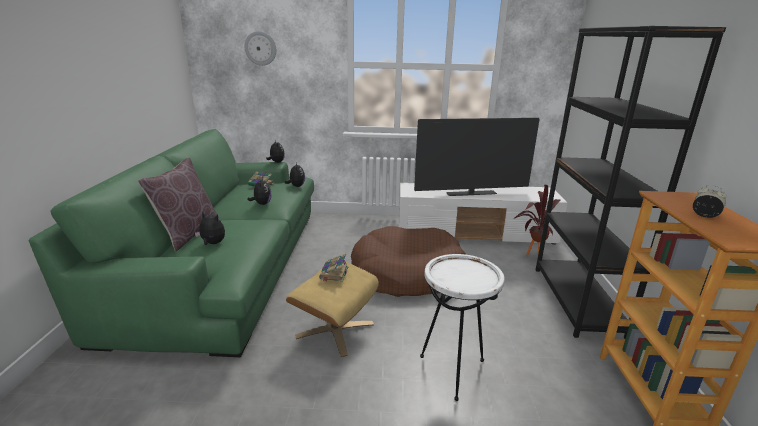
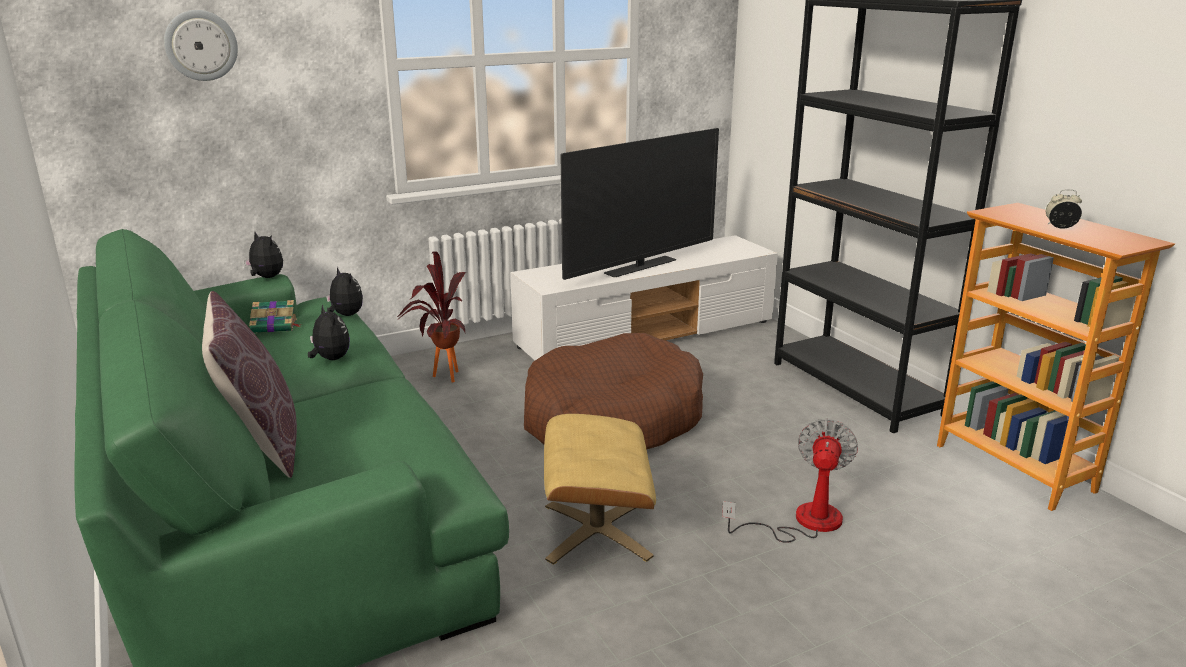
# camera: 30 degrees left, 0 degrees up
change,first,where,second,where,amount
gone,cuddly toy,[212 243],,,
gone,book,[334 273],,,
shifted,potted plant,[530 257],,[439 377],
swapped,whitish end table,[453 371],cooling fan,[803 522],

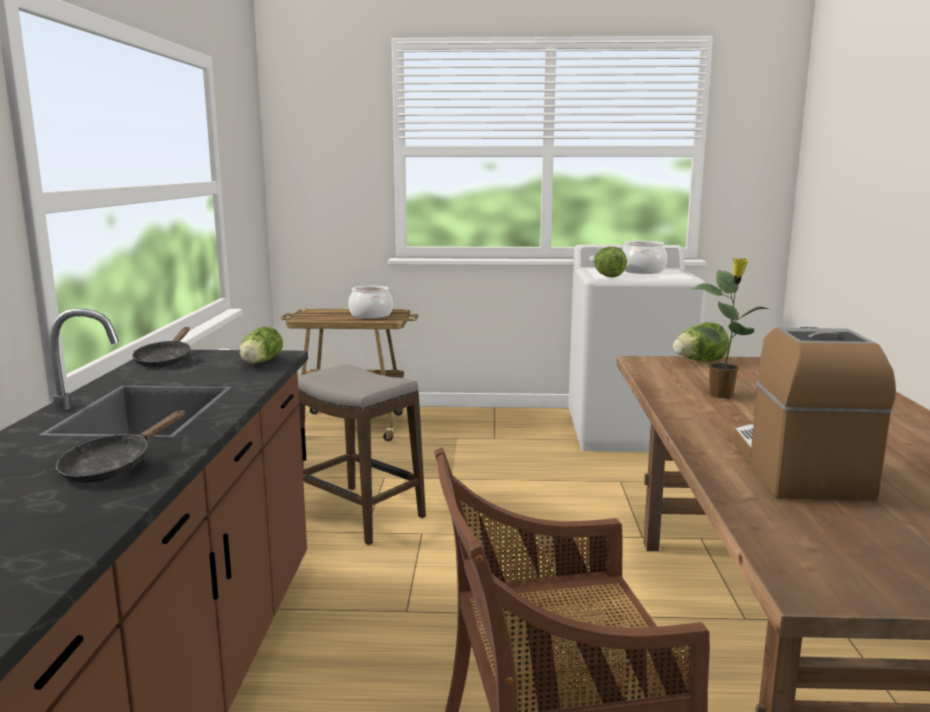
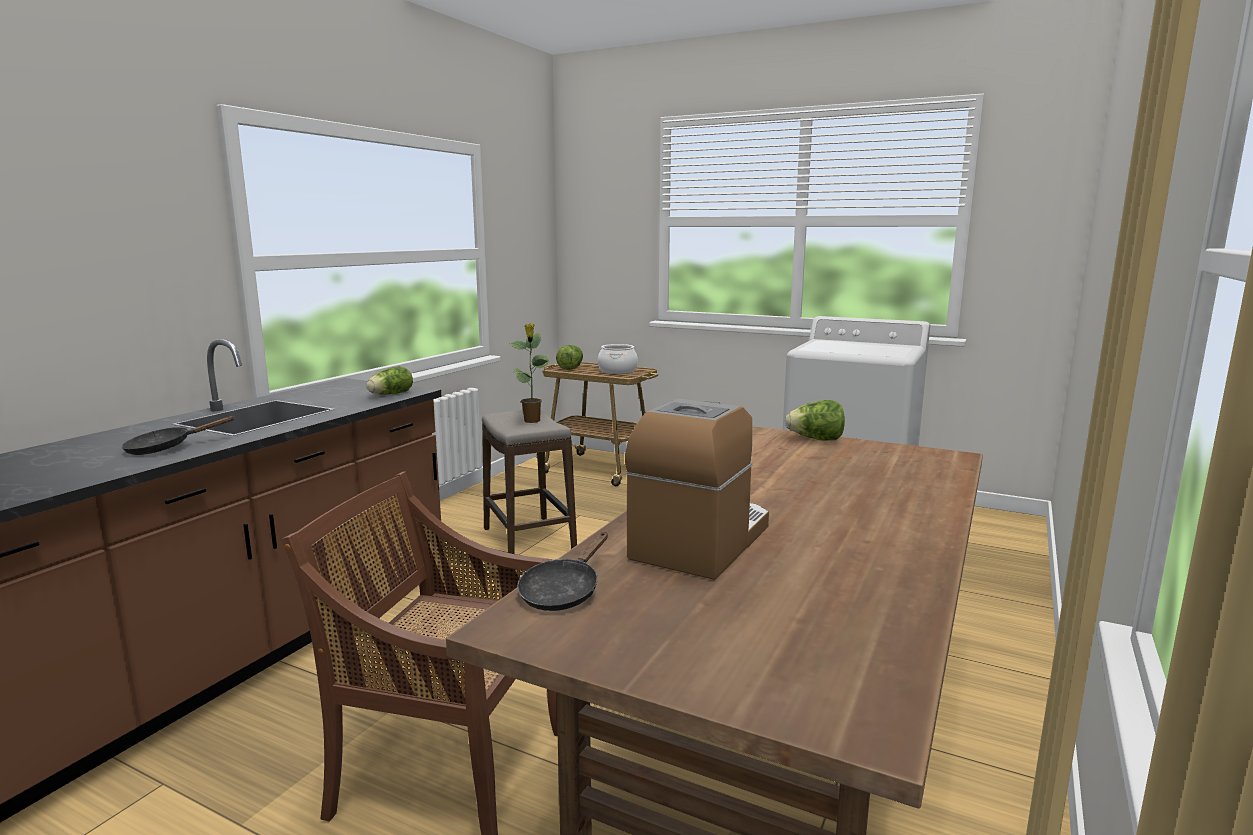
# camera: 25 degrees right, 0 degrees up
change,first,where,second,where,amount
gone,stockpot,[642 271],,,
shifted,black-coloured pan,[165 360],,[563 592],
shifted,head of lettuce,[607 276],,[571 368],
shifted,potted plant,[722 395],,[532 421],

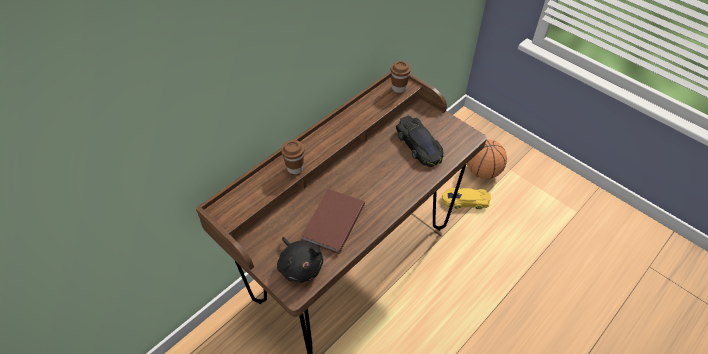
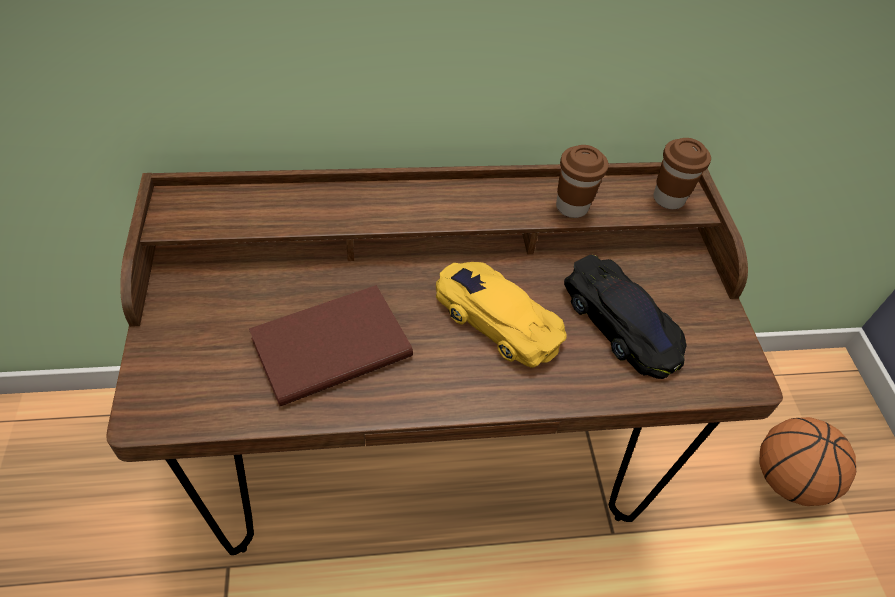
# camera: 35 degrees right, 0 degrees up
change,first,where,second,where,amount
gone,black-coloured cuddly toy,[300 266],,,
shifted,brown-coloured cup,[295 168],,[571 207],
shifted,yellow-coloured model car,[465 201],,[496 319],
rotated,black-coloured model car,[419 145],,[621 324],45 degrees counterclockwise

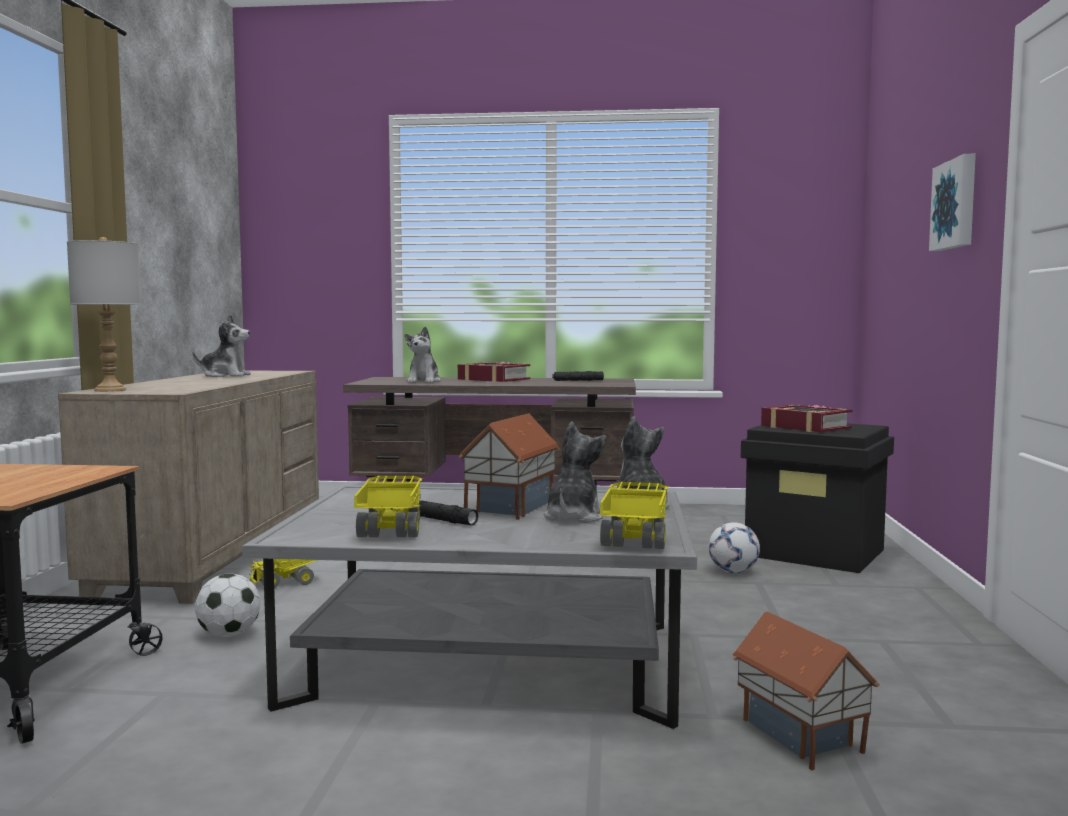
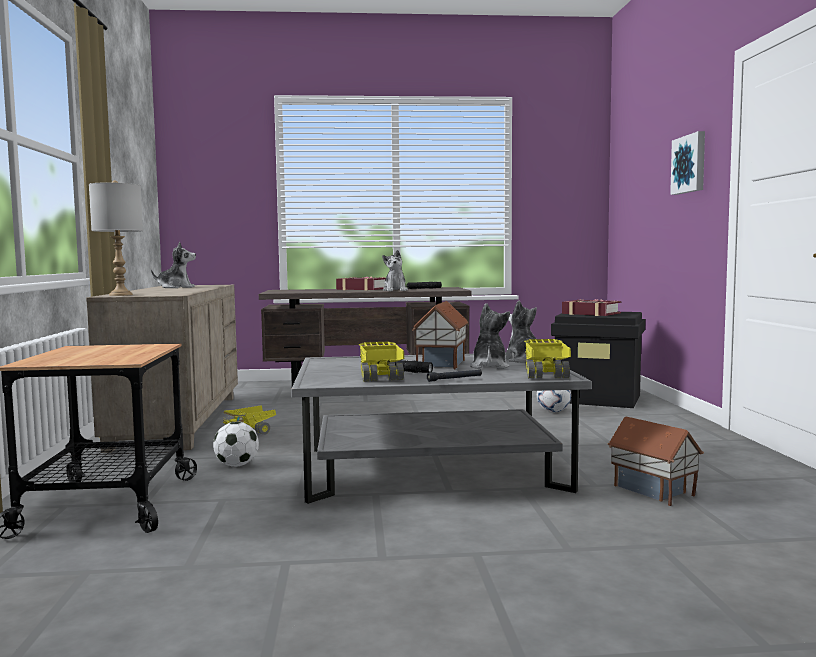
# camera: 10 degrees left, 0 degrees up
change,first,where,second,where,amount
new,,,black-coloured flashlight,[455 379],
shifted,cuddly toy,[423 381],,[395 290],

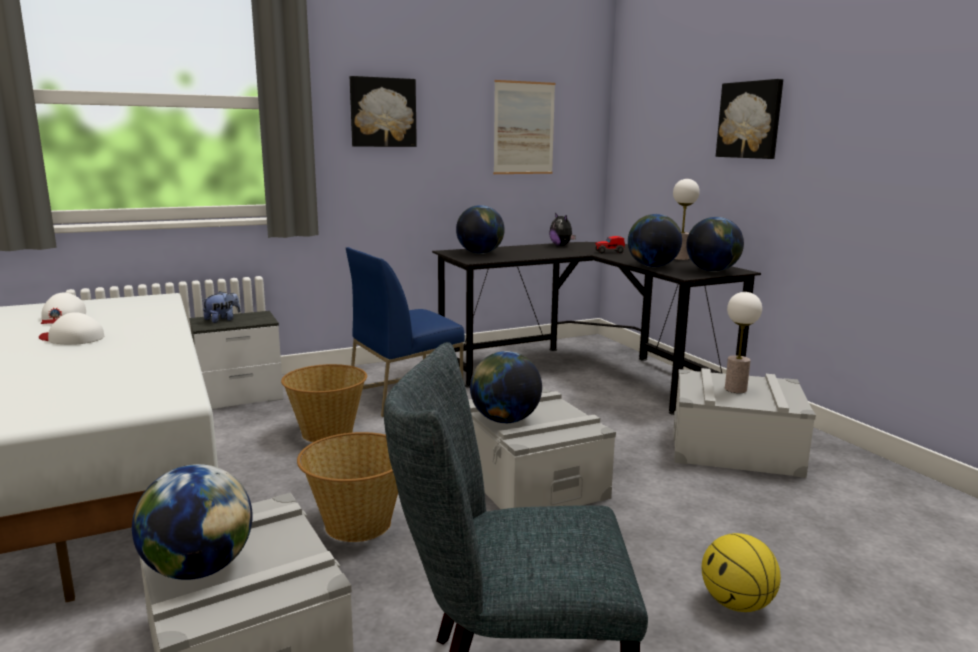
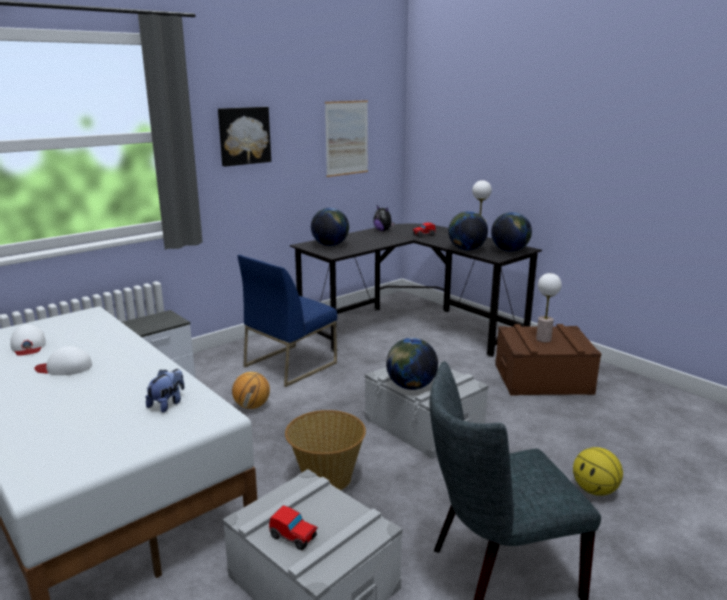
# camera: 15 degrees left, 5 degrees up
change,first,where,second,where,amount
gone,wall art,[750 120],,,
shifted,cuddly toy,[222 320],,[167 404],
swapped,desk globe,[199 569],model car,[293 537],
swapped,basket,[327 432],basketball ball,[252 406],
repainted,grey storage container,[734 449],brown-coloured storage container,[542 379],

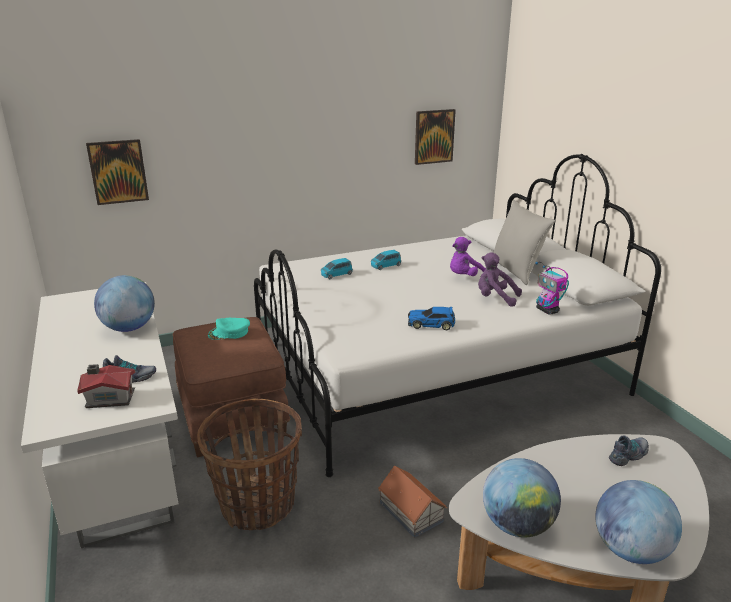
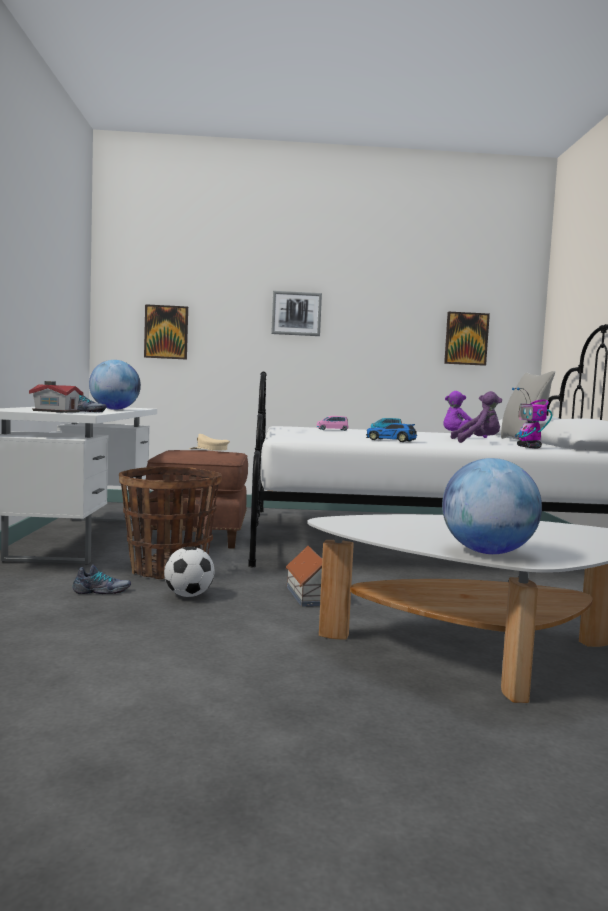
# camera: 20 degrees right, 20 degrees down
change,first,where,second,where,amount
gone,desk globe,[517 525],,,
new,,,football ball,[188 595],
new,,,wall art,[296 313],
shifted,item of footwear,[629 455],,[101 591],
repainted,turquoise baseball cap,[229 333],beige-coloured baseball cap,[209 449],
repainted,blue model car,[336 275],pinkish model car,[332 430],
rotated,purplish cuddly toy,[495 298],,[478 442],135 degrees clockwise

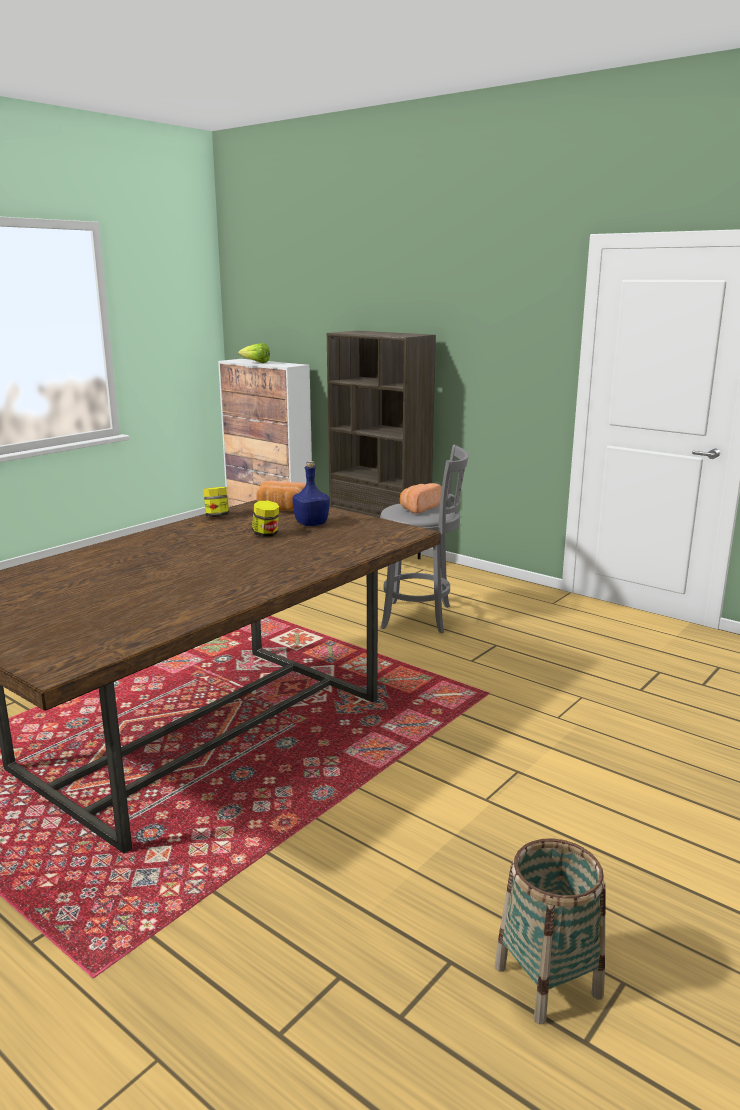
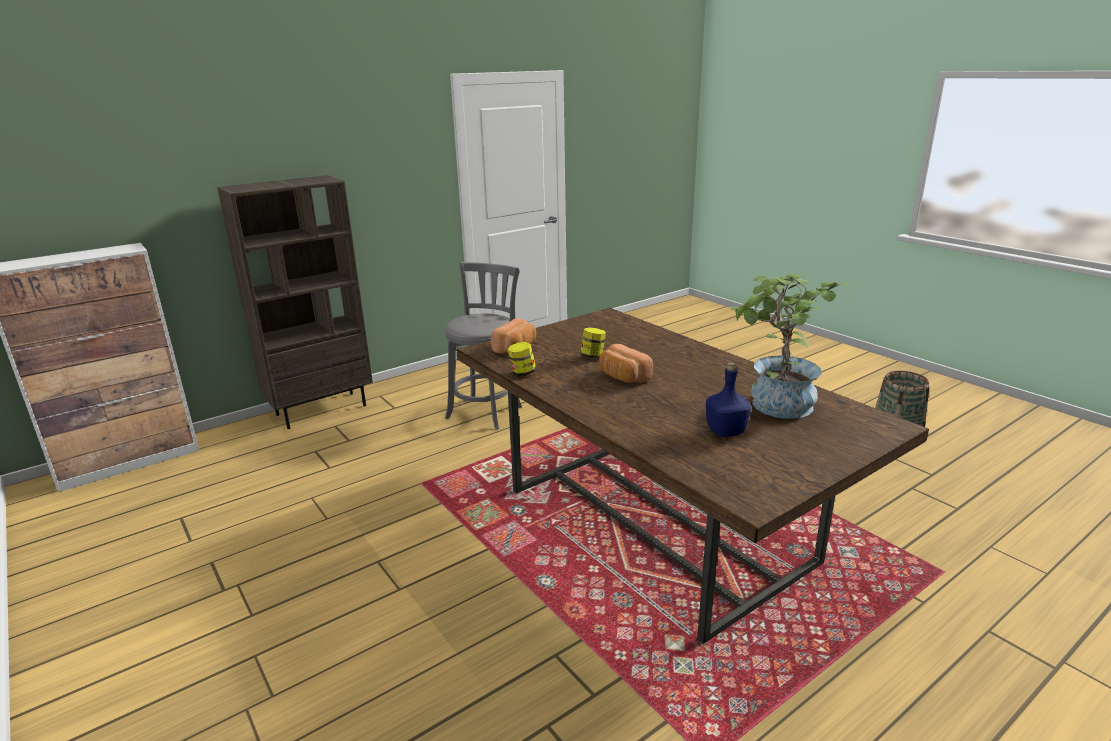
# camera: 75 degrees left, 5 degrees up
change,first,where,second,where,amount
gone,head of lettuce,[256 363],,,
new,,,potted plant,[775 407],
shifted,blue beverage bottle,[311 524],,[726 431],
shifted,baked bread,[419 508],,[622 377],

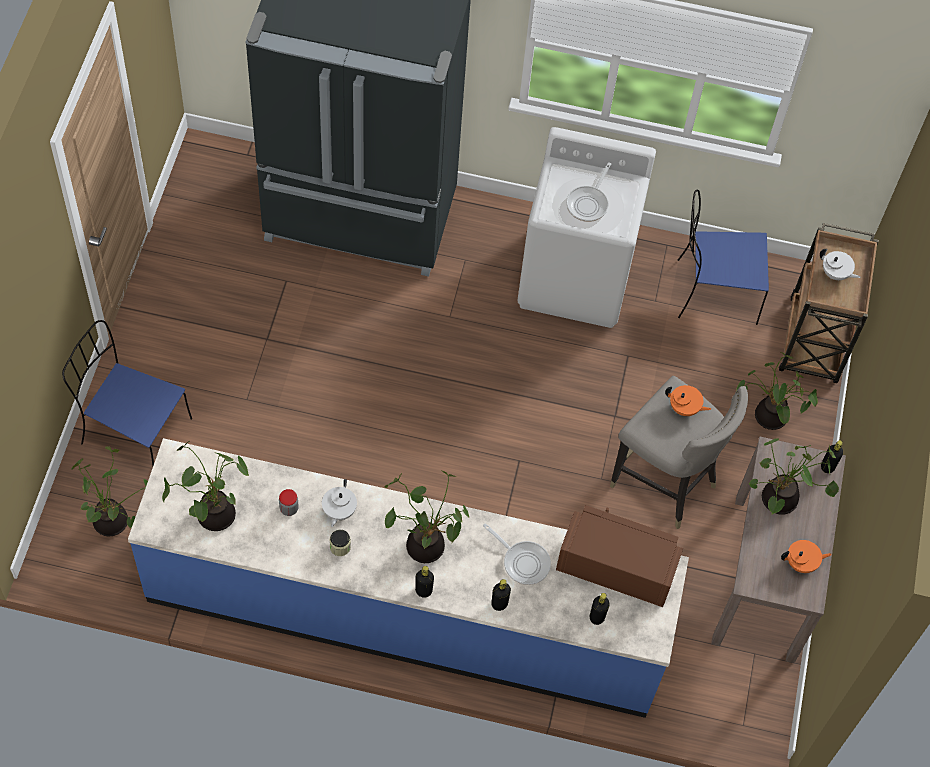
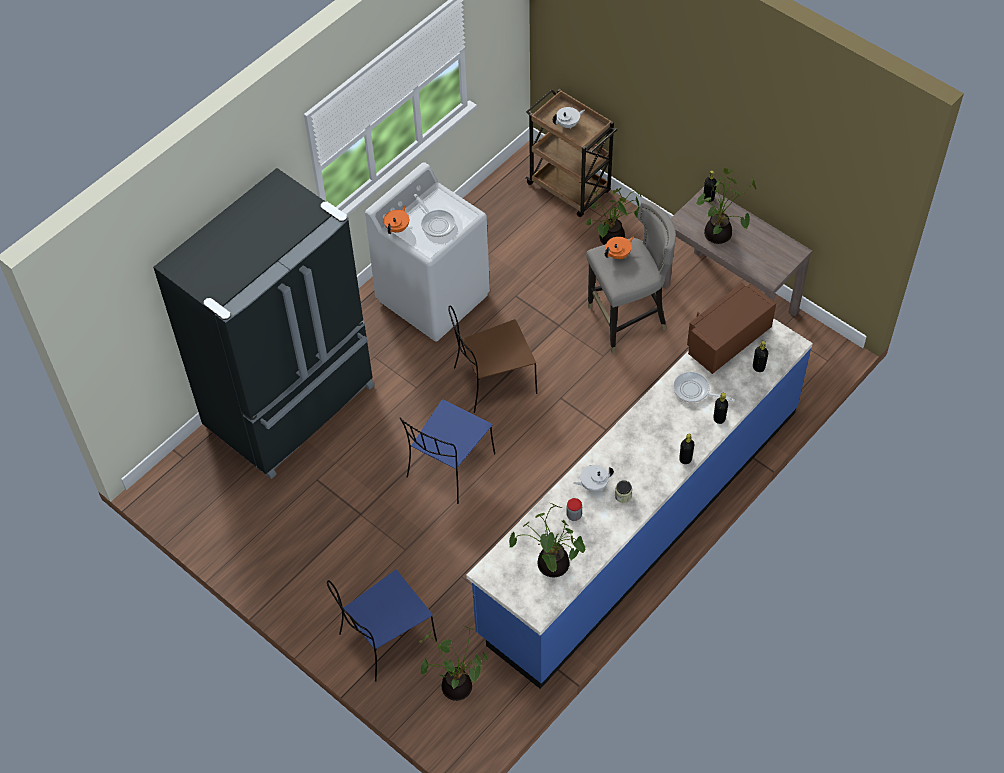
# camera: 55 degrees left, 5 degrees down
change,first,where,second,where,amount
gone,potted plant,[425 543],,,
new,,,brown-coloured upright chair,[493 381],
shifted,blue upright chair,[714 291],,[449 467],
shifted,orange-coloured tea pot,[801 563],,[397 228],
rotated,whitish tea pot,[339 511],,[593 484],120 degrees clockwise
rotated,pan,[523 561],,[694 391],135 degrees counterclockwise

